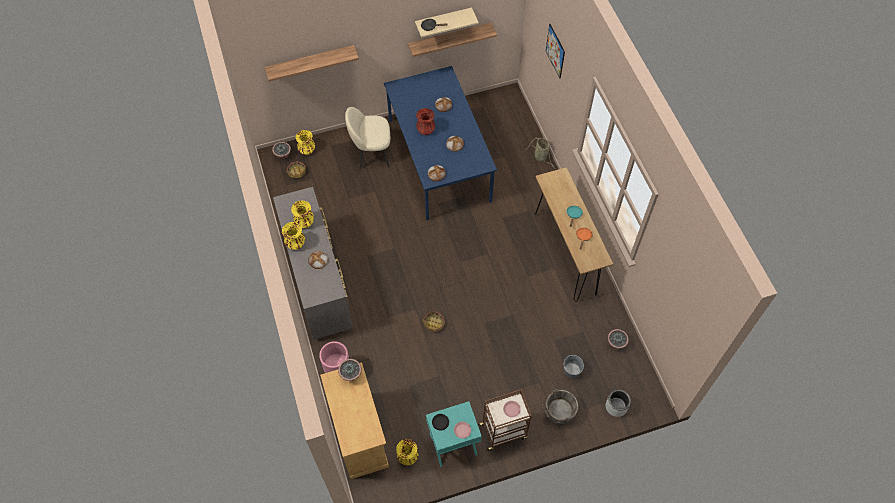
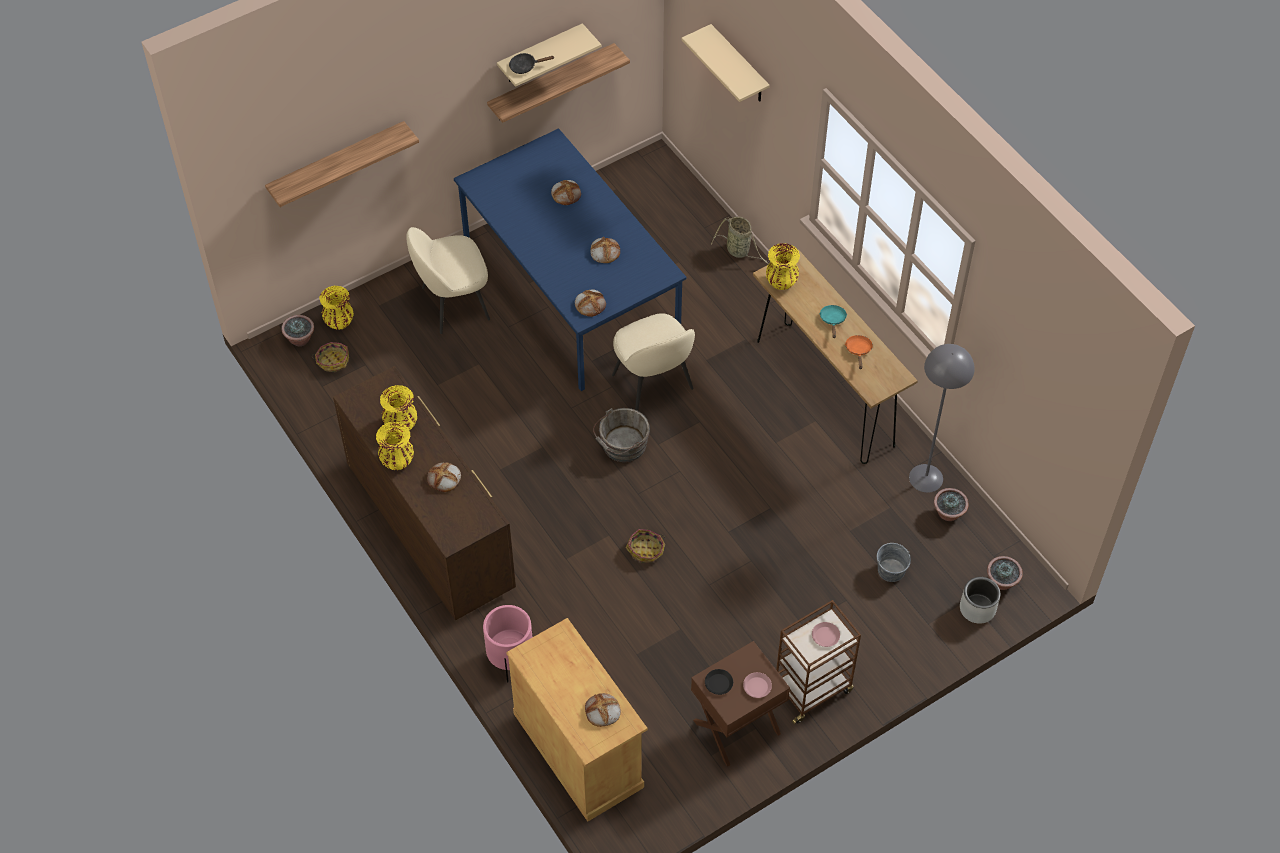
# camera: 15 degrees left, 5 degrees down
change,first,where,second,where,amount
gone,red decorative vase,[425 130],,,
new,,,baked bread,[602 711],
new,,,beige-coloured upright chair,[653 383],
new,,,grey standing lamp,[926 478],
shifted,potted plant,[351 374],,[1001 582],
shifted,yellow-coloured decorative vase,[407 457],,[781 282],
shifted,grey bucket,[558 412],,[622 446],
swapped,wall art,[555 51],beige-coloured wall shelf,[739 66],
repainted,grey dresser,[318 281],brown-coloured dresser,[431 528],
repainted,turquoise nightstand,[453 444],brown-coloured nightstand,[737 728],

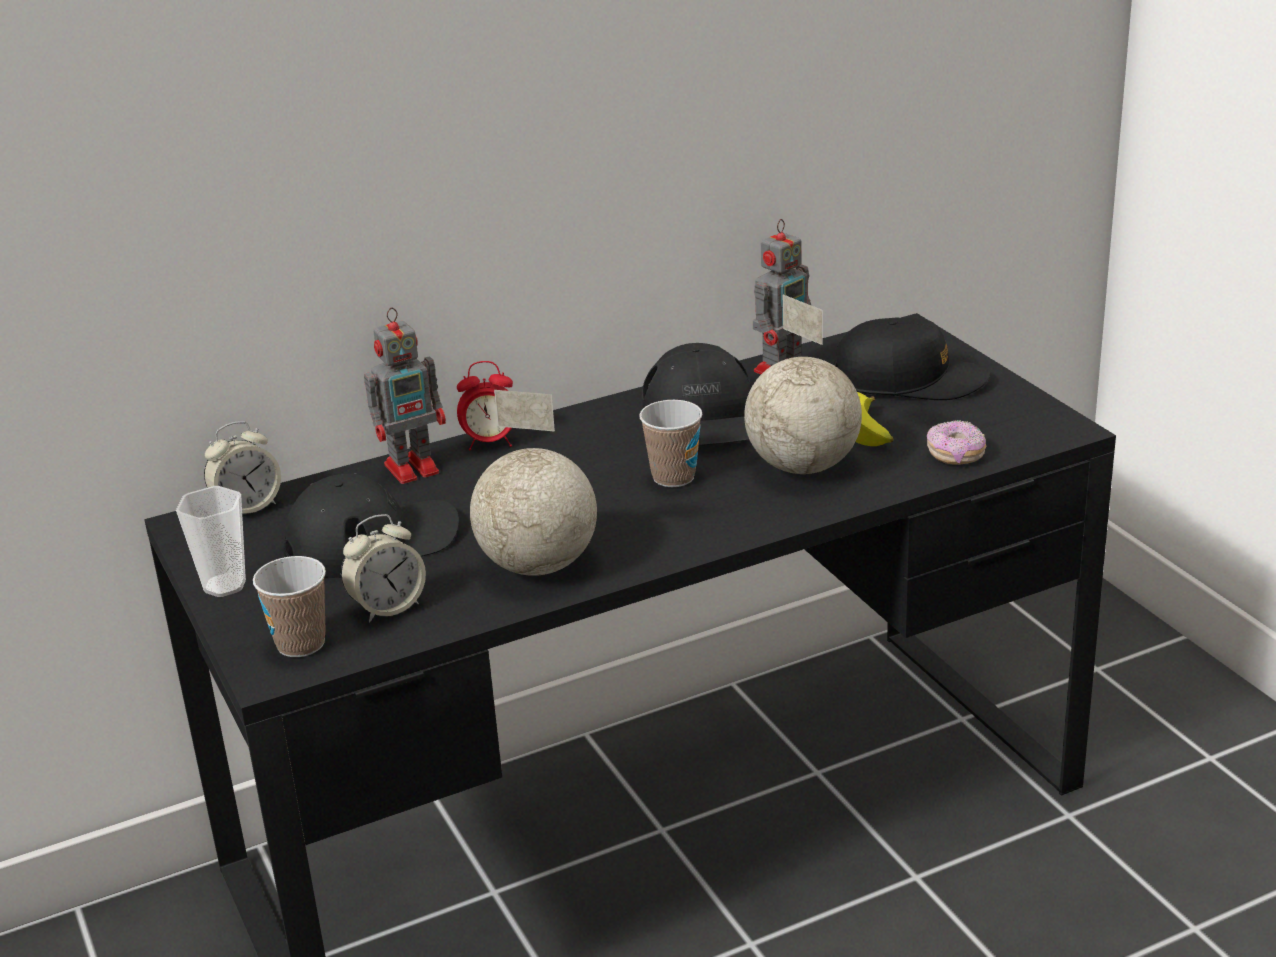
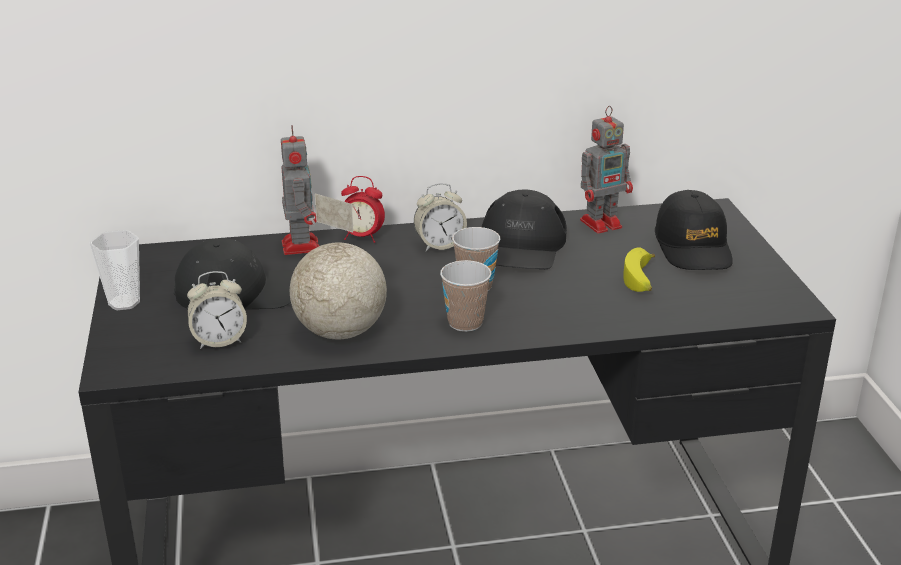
# camera: 15 degrees right, 0 degrees up
change,first,where,second,where,amount
gone,desk globe,[802 466],,,
gone,donut,[955 455],,,
shifted,alarm clock,[247 507],,[440 245],
shifted,cup,[301 644],,[465 323],
rotated,model robot,[414 467],,[300 245],90 degrees counterclockwise
rotated,black-coloured baseball cap,[909 380],,[693 247],60 degrees clockwise

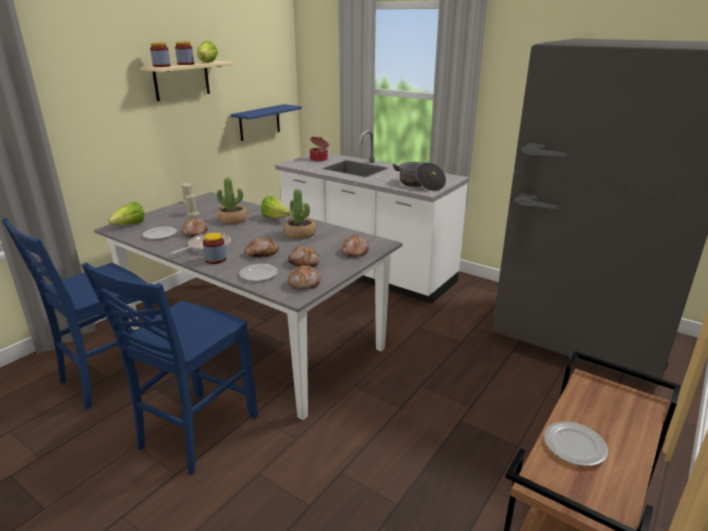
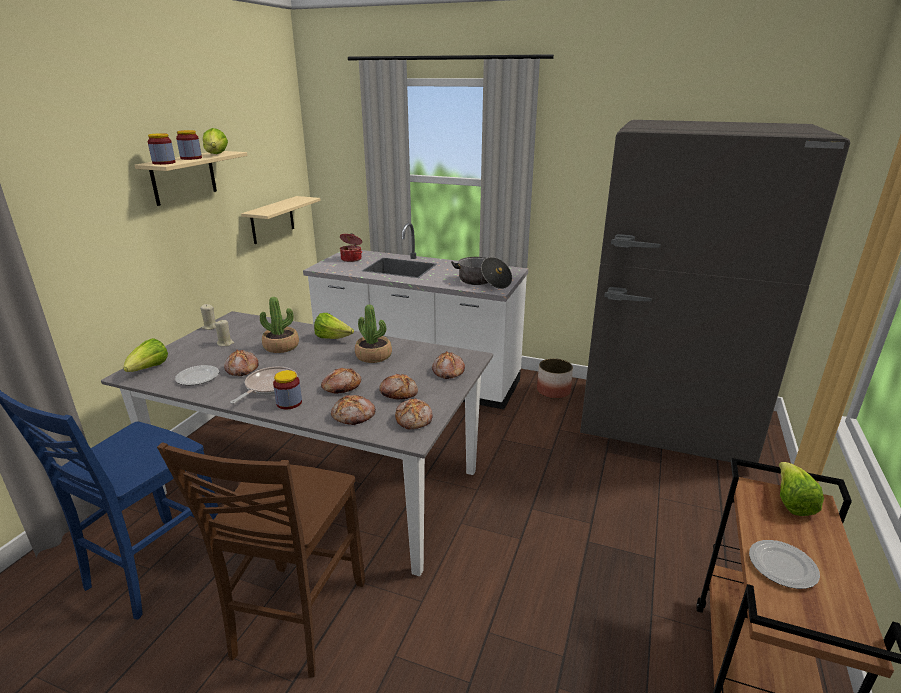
# camera: 15 degrees left, 0 degrees up
change,first,where,second,where,amount
new,,,planter,[553 391],
new,,,head of lettuce,[791 502],
swapped,dinner plate,[259 275],baked bread,[354 416],
repainted,blue upright chair,[195 432],brown-coloured upright chair,[296 620],
repainted,blue wall shelf,[259 122],beige-coloured wall shelf,[272 220],

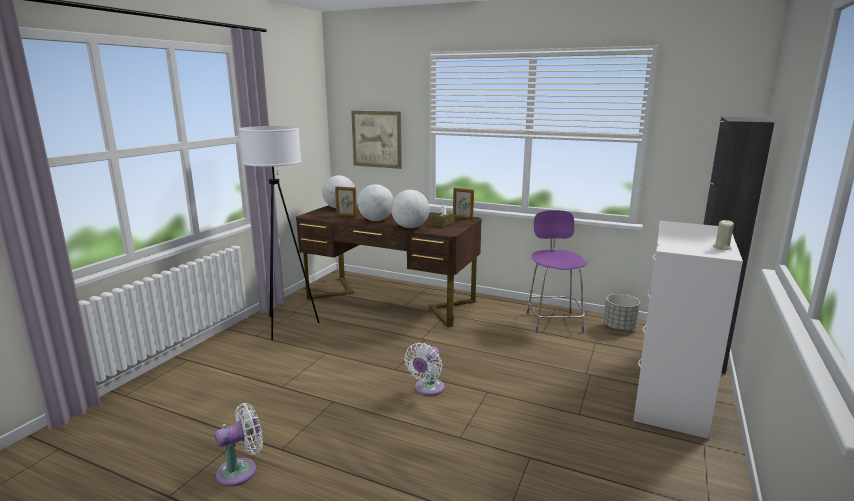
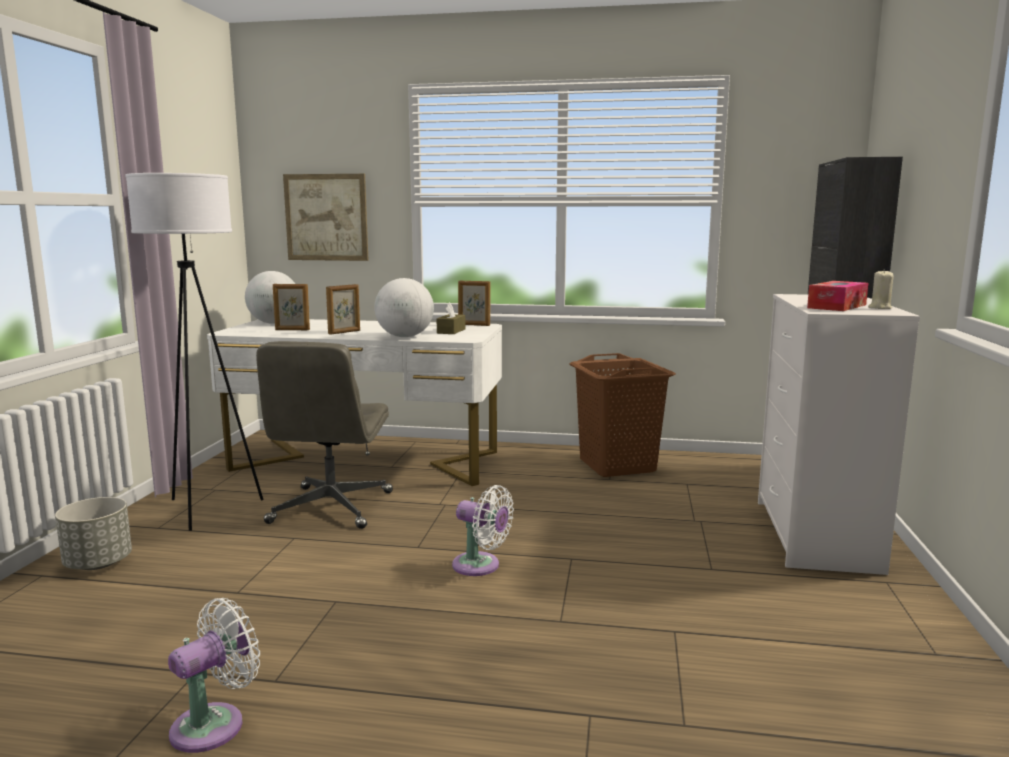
# camera: 15 degrees left, 5 degrees down
change,first,where,second,where,amount
new,,,grey desk chair,[331 508],
new,,,tissue holder,[837 306],
shifted,grey planter,[619 327],,[99 563],
swapped,desk globe,[376 220],picture frame,[344 332],
swapped,purplish upright chair,[553 321],brown-coloured hamper,[617 465],
repainted,brown-coloured desk unit,[389 300],whitish desk unit,[366 461],
rotated,whitish cooling fan,[427 389],,[480 566],75 degrees counterclockwise

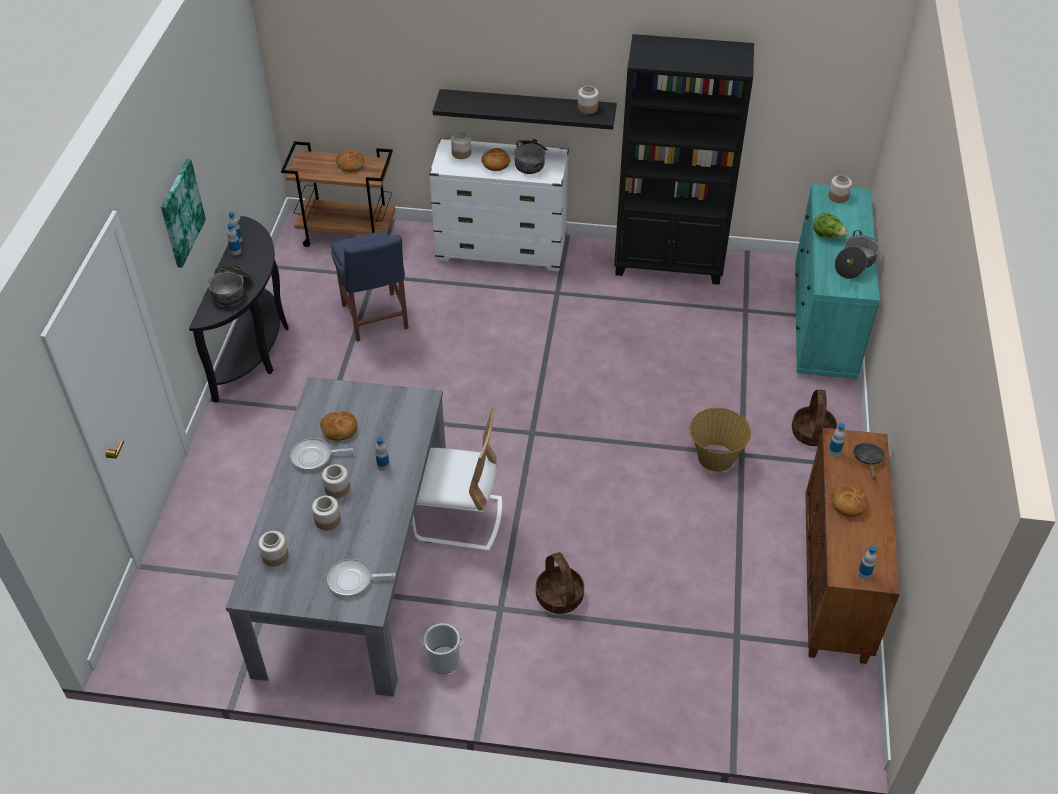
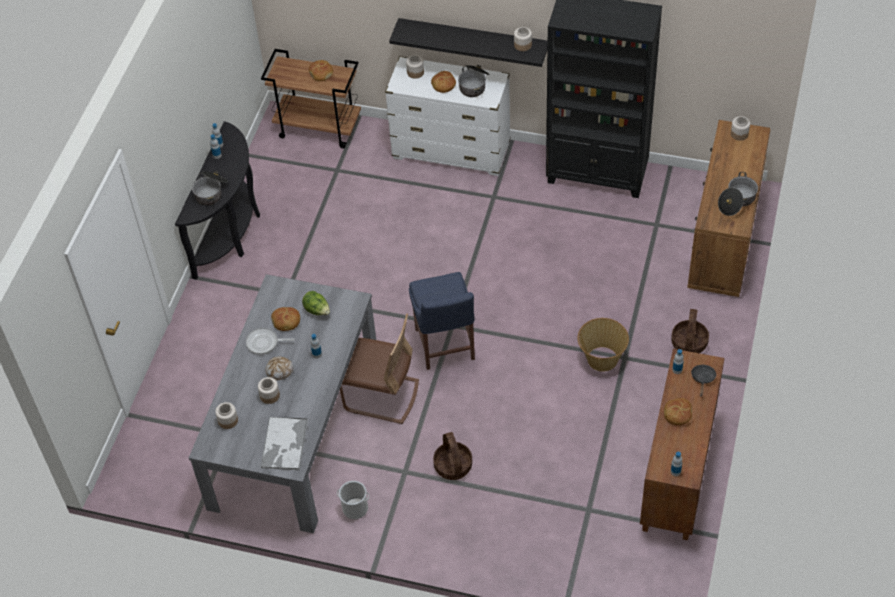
# camera: 10 degrees right, 5 degrees up
change,first,where,second,where,amount
gone,wall art,[181 213],,,
shifted,blue upright chair,[375 319],,[445 347],
shifted,head of lettuce,[827 235],,[317 310],
swapped,storage jar,[337 488],baked bread,[280 370],
swapped,pan,[353 580],carrying tray,[284 444],
repainted,whitish upright chair,[458 519],brown-coloured upright chair,[381 396],
repainted,turquoise dresser,[823 322],brown-coloured dresser,[723 240],

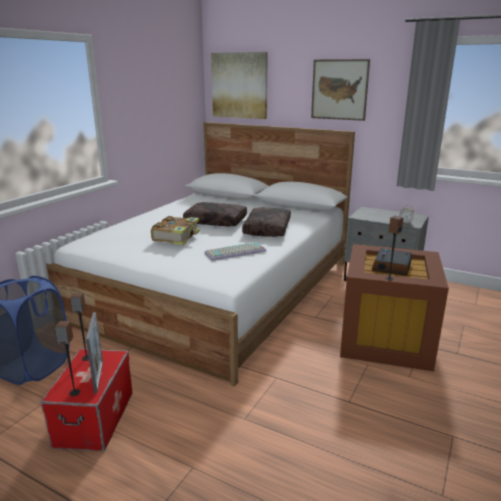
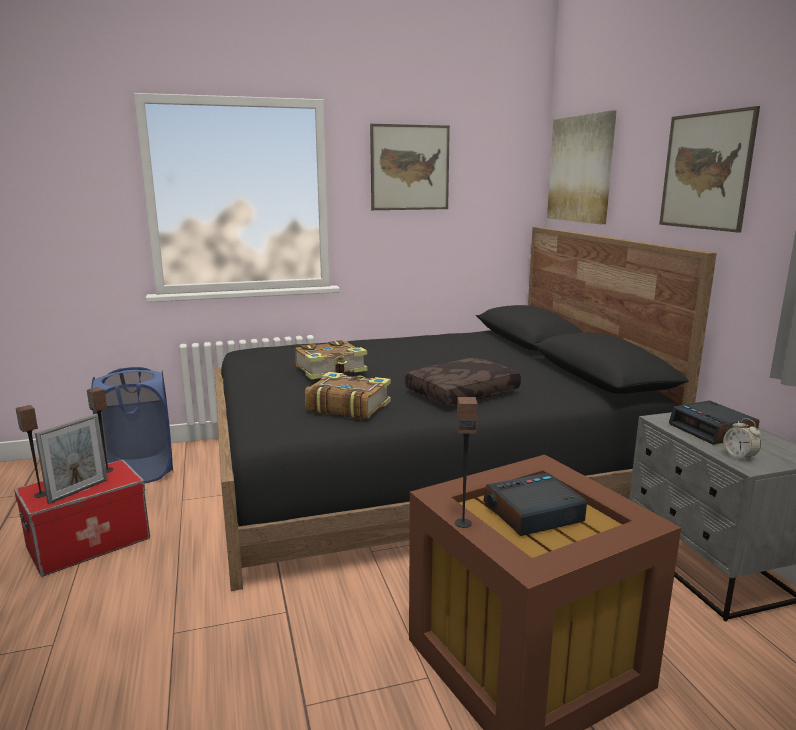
# camera: 45 degrees right, 5 degrees down
change,first,where,second,where,amount
gone,brown-coloured pillow,[216 221],,,
new,,,wall art,[410 168],
new,,,alarm clock,[713 430],
swapped,PC keyboard,[235 252],book,[348 406],
repainted,whitish bed,[219 289],black-coloured bed,[423 472],

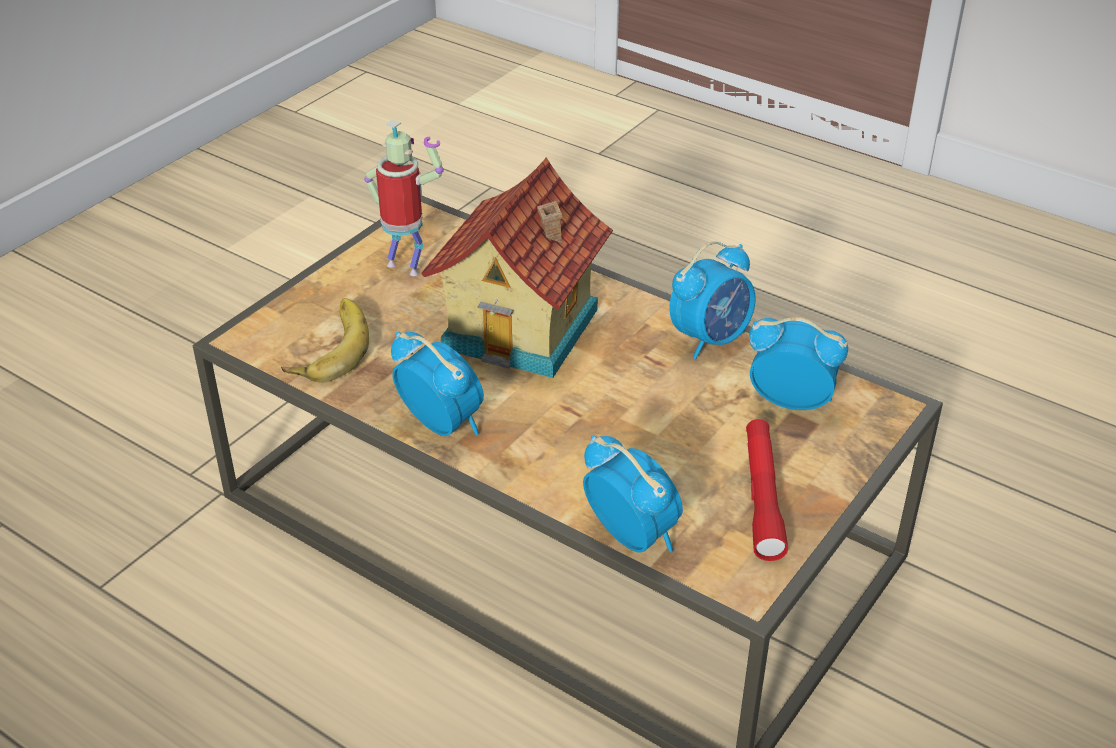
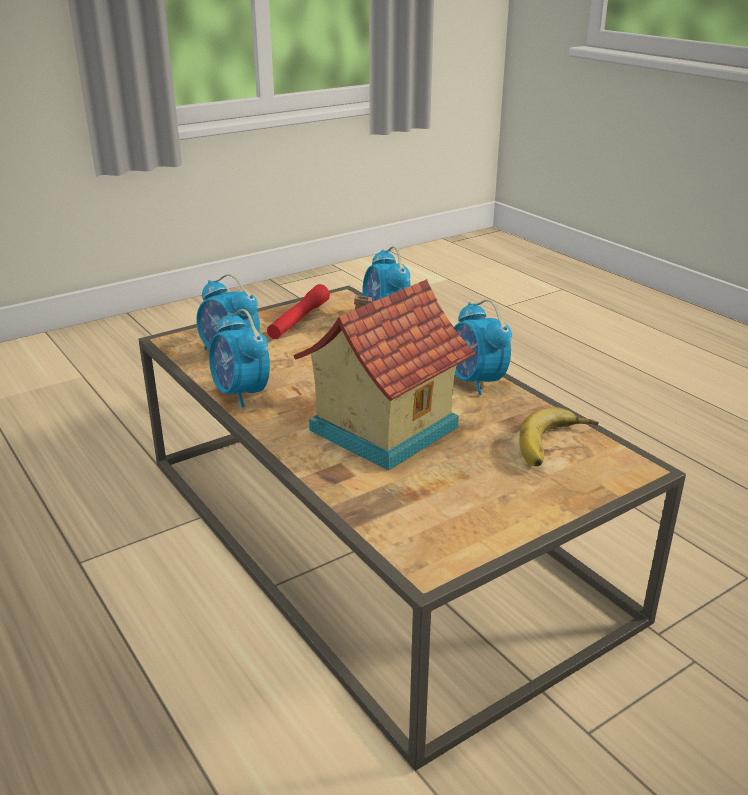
# camera: 160 degrees left, 10 degrees down
change,first,where,second,where,amount
gone,model robot,[407 266],,,
rotated,alarm clock,[711 339],,[241 394],105 degrees counterclockwise

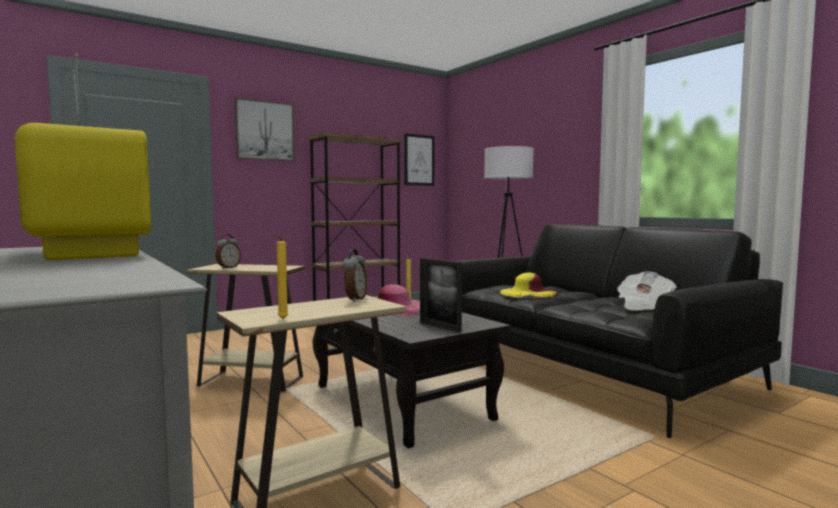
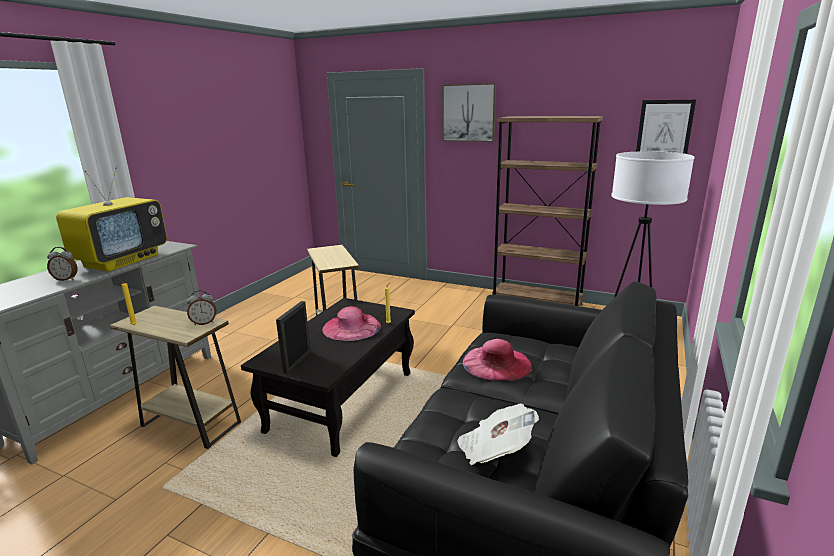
# camera: 60 degrees right, 15 degrees up
change,first,where,second,where,amount
shifted,alarm clock,[228 268],,[66 279],
repainted,yellow-coloured wearable hat,[528 293],pinkish wearable hat,[496 363],

